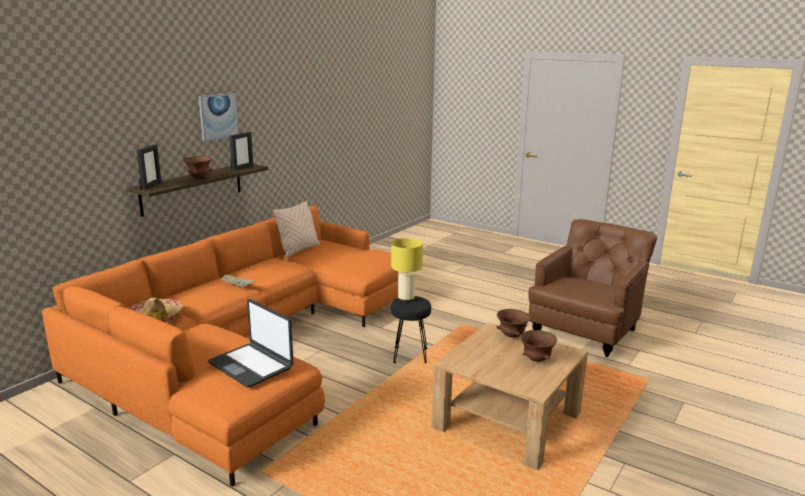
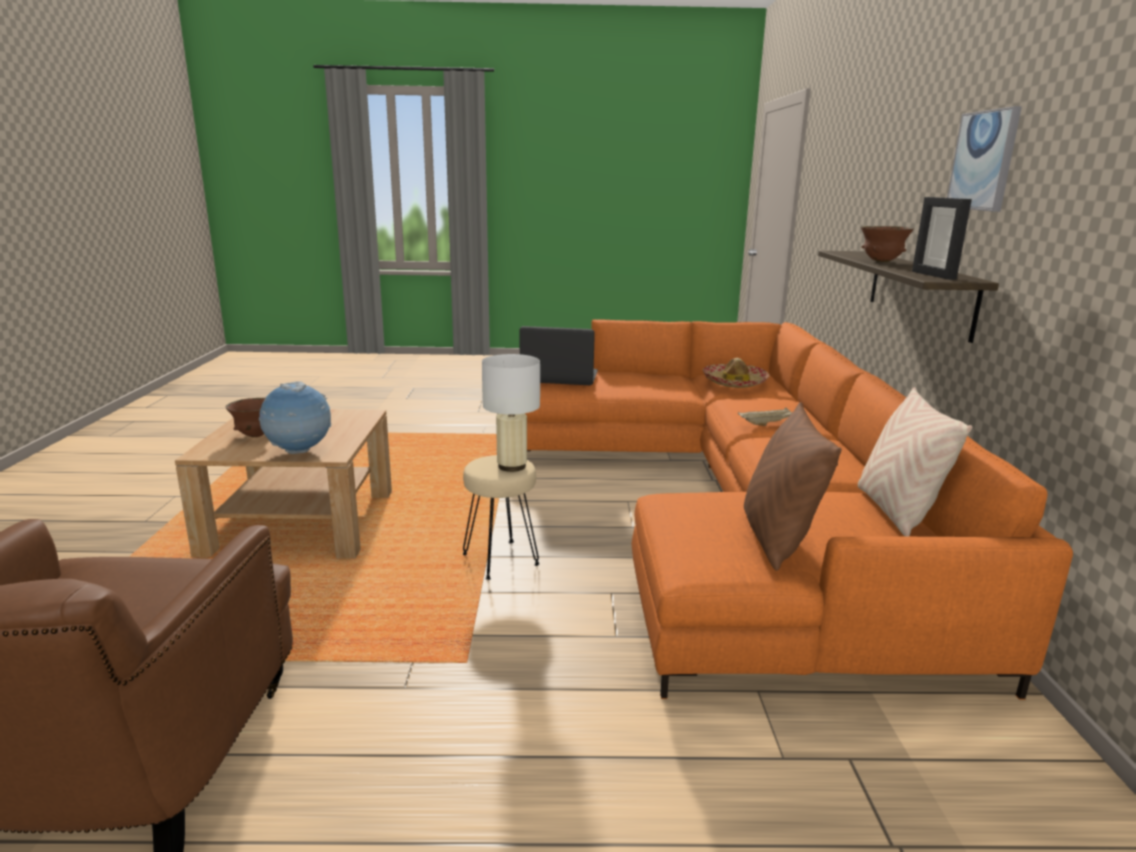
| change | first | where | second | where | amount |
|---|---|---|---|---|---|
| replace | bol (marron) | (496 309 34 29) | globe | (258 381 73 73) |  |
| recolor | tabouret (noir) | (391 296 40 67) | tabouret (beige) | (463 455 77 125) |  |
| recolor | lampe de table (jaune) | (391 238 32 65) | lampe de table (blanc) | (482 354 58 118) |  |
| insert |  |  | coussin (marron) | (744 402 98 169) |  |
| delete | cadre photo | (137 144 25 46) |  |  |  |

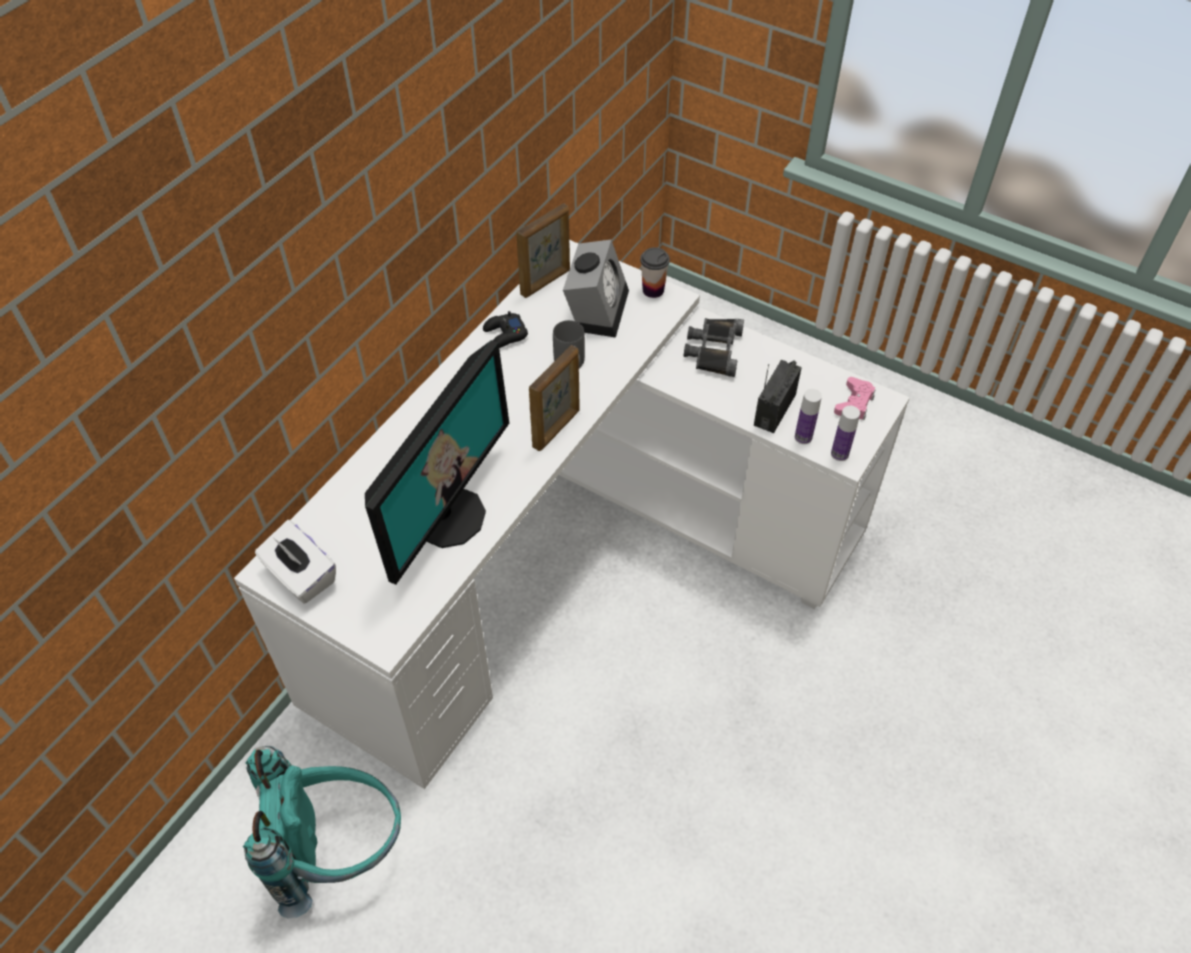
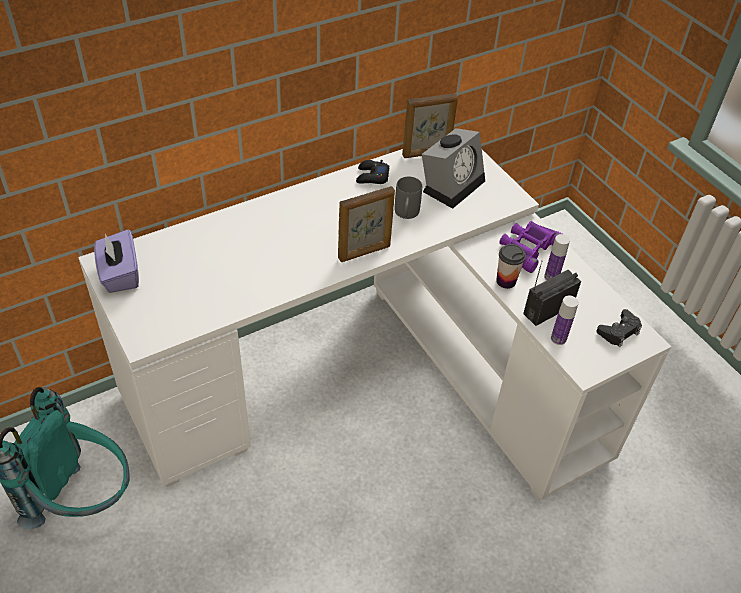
| change | first | where | second | where | amount |
|---|---|---|---|---|---|
| recolor | boîte à mouchoirs (blanc) | (255 520 81 84) | boîte à mouchoirs (violet) | (94 230 45 63) |  |
| move | tasse | (640 247 30 51) |  | (496 244 30 45) |  |
| recolor | jumelles (noir) | (684 318 60 59) | jumelles (violet) | (499 221 63 52) |  |
| move | bouteille | (831 406 29 55) |  | (544 234 26 47) |  |
| recolor | manette (rose) | (834 377 41 43) | manette (noir) | (597 309 45 38) |  |
| delete | écran d'ordinateur | (365 340 144 245) |  |  |  |

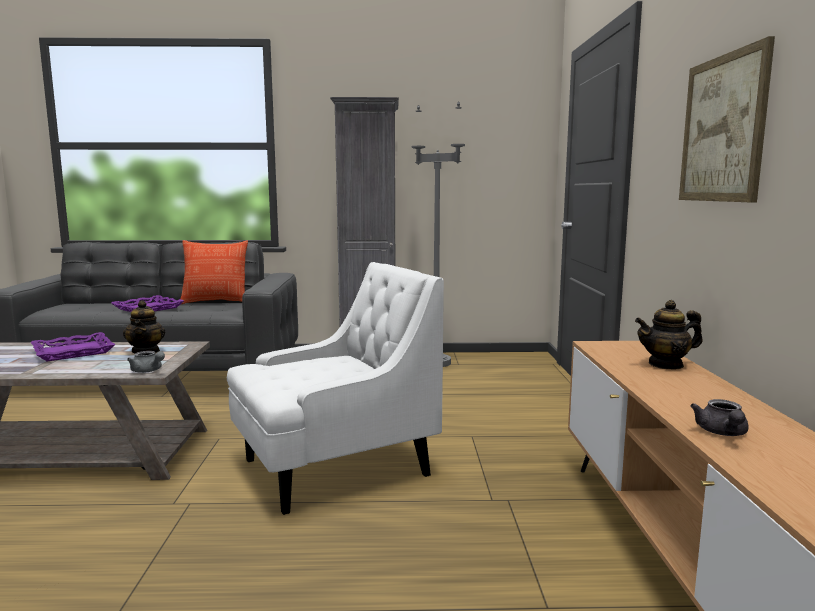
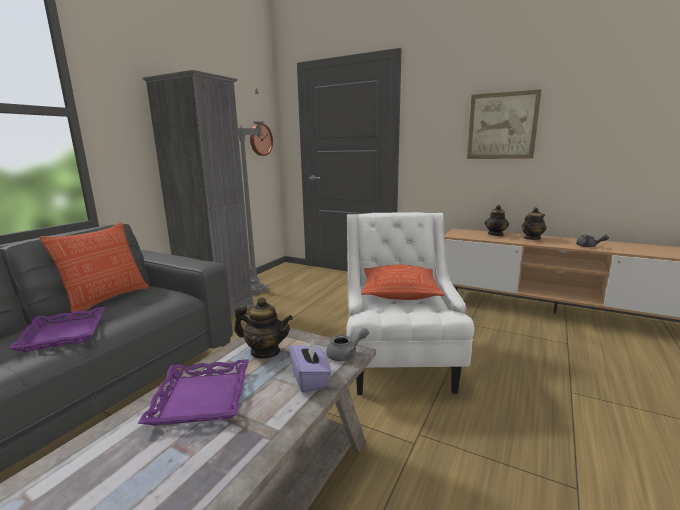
| change | first | where | second | where | amount |
|---|---|---|---|---|---|
| insert |  |  | horloge murale | (250 124 23 32) |  |
| insert |  |  | boîte à mouchoirs (violet) | (289 338 42 55) |  |
| insert |  |  | coussin (orange) | (361 265 84 35) |  |
| insert |  |  | théière | (522 207 24 33) |  |

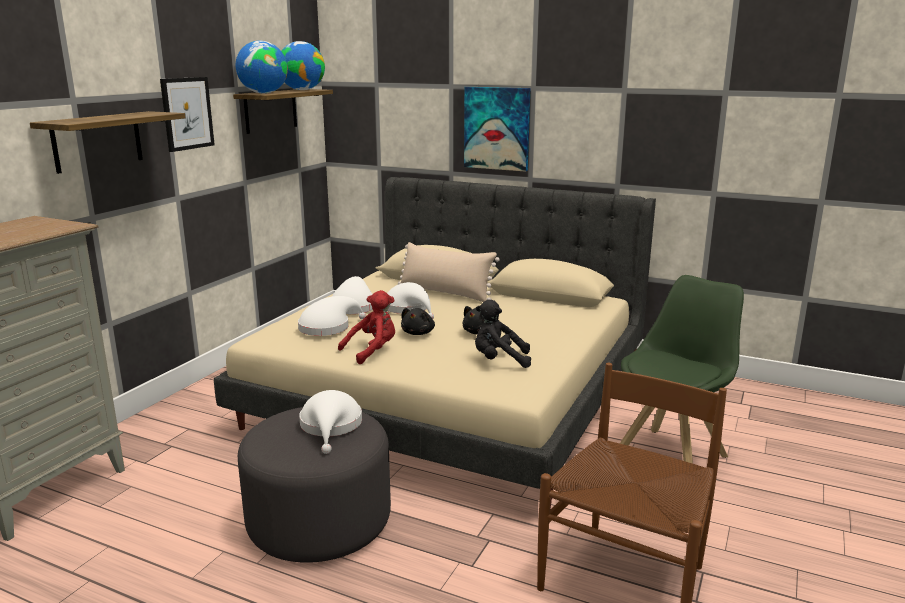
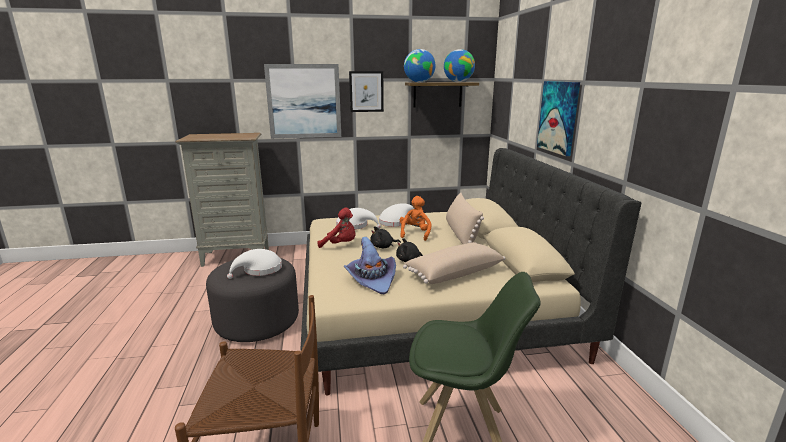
| change | first | where | second | where | amount |
|---|---|---|---|---|---|
| replace | étagère | (30 111 156 63) | tableau | (264 64 77 75) |  |
| replace | peluche (noir) | (475 300 56 68) | chapeau (violet) | (344 237 52 58) |  |
| replace | chapeau (blanc) | (387 282 47 37) | peluche (orange) | (400 196 31 45) |  |
| insert |  |  | coussin (beige) | (403 242 102 42) |  |

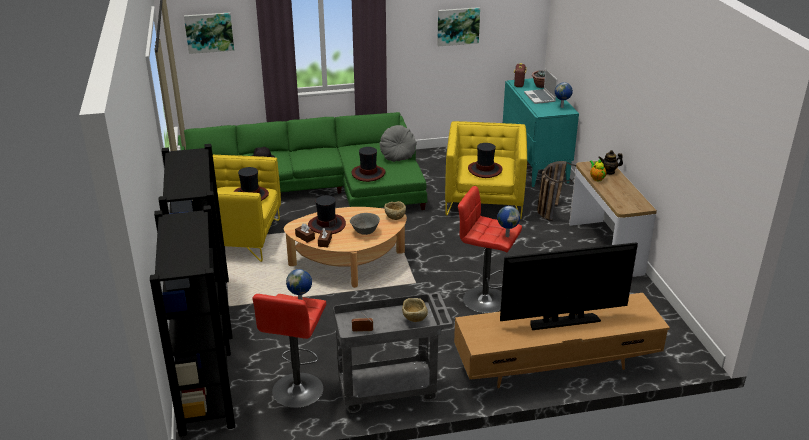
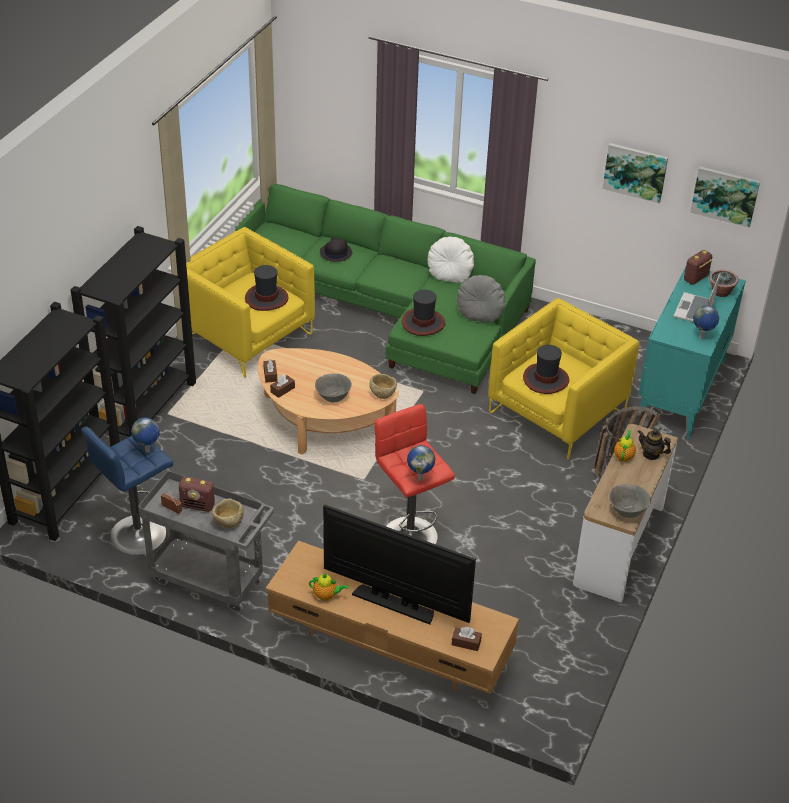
| change | first | where | second | where | amount |
|---|---|---|---|---|---|
| recolor | tabouret (rouge) | (252 294 74 114) | tabouret (bleu) | (81 427 92 128) |  |
| insert |  |  | radio | (179 477 36 35) |  |
| insert |  |  | théière | (309 574 40 27) |  |
| insert |  |  | coussin (blanc) | (428 237 46 46) |  |
| insert |  |  | boîte à mouchoirs (marron) | (452 627 30 24) |  |
| insert |  |  | bol (gris) | (609 484 42 34) |  |
| move | tableau | (184 12 50 42) |  | (690 166 70 62) |  |
| delete | chapeau | (308 195 38 39) |  |  |  |

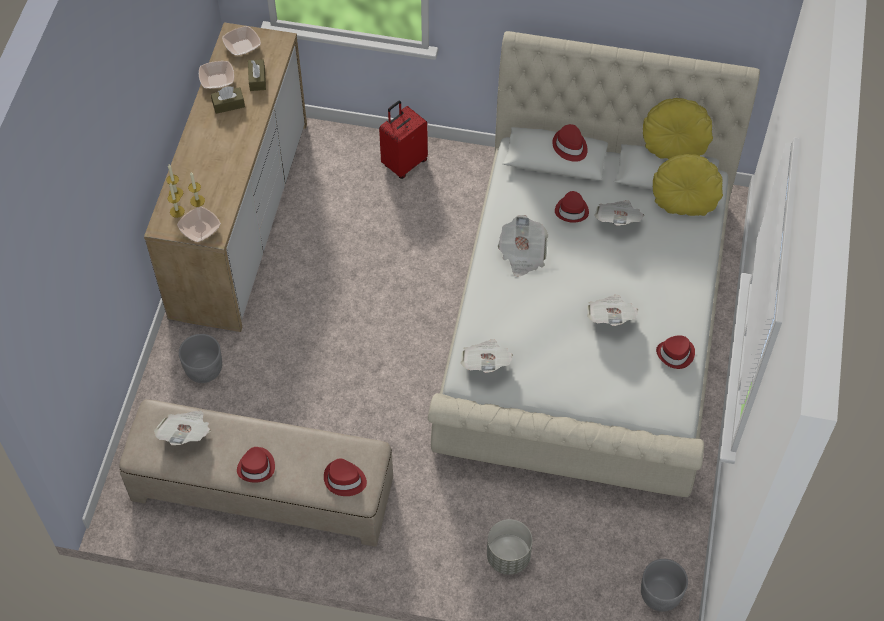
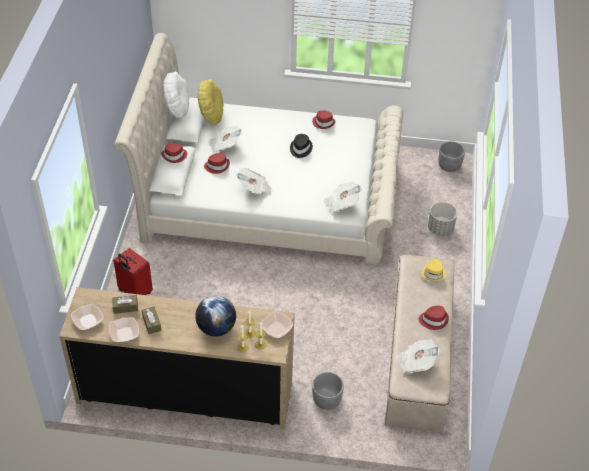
| change | first | where | second | where | amount |
|---|---|---|---|---|---|
| recolor | coussin (jaune) | (643 98 70 61) | coussin (blanc) | (163 72 26 46) |  |
| insert |  |  | globe | (195 296 41 40) |  |
| replace | journal | (587 295 51 31) | chapeau (noir) | (290 134 23 24) |  |
| recolor | chapeau (rouge) | (324 458 43 38) | chapeau (jaune) | (421 259 25 23) |  |

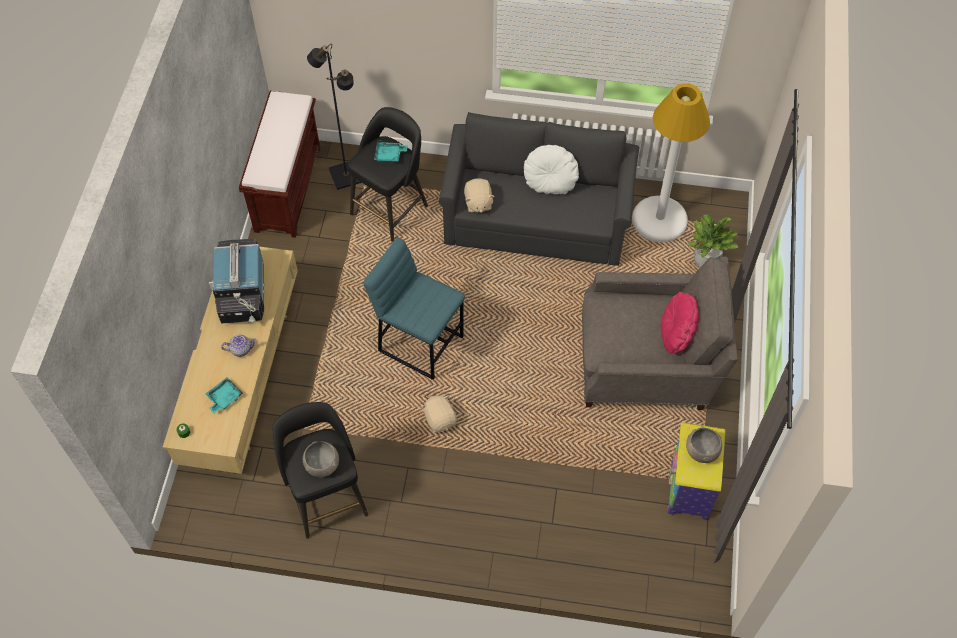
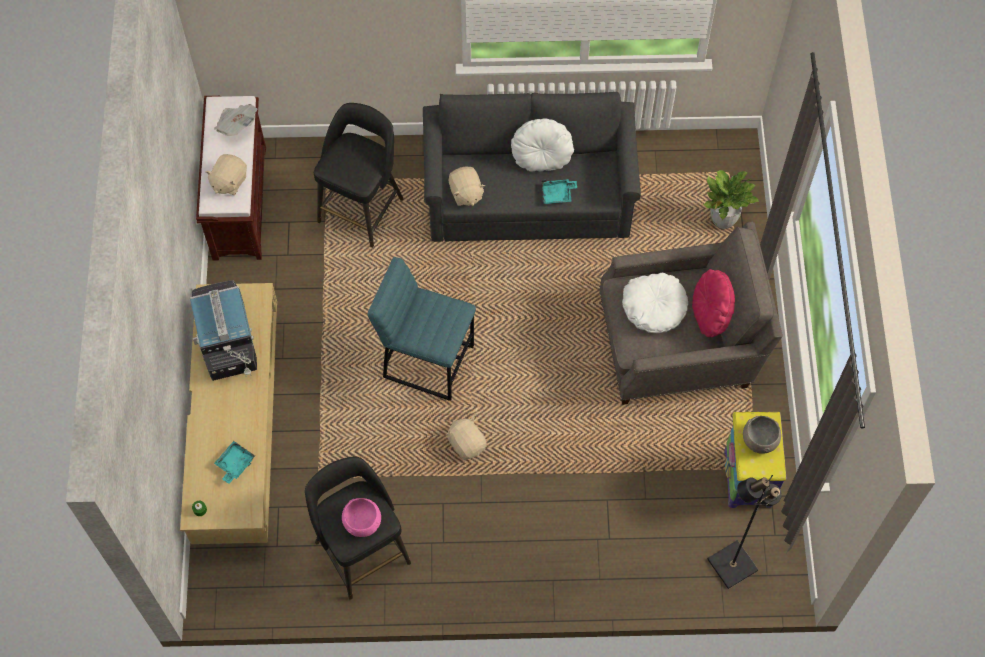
| change | first | where | second | where | amount |
|---|---|---|---|---|---|
| insert |  |  | peluche (beige) | (205 154 42 41) |  |
| insert |  |  | journal | (214 104 43 32) |  |
| recolor | bol (gris) | (303 441 36 36) | bol (rose) | (342 498 39 39) |  |
| move | plateau (turquoise) | (374 140 34 22) |  | (541 179 36 25) |  |
| insert |  |  | coussin (blanc) | (622 273 66 60) |  |
| move | lampadaire (noir) | (307 44 55 146) |  | (707 475 75 114) |  |
| delete | théière | (221 335 36 22) |  |  |  |
| delete | lampadaire (blanc) | (632 83 78 159) |  |  |  |

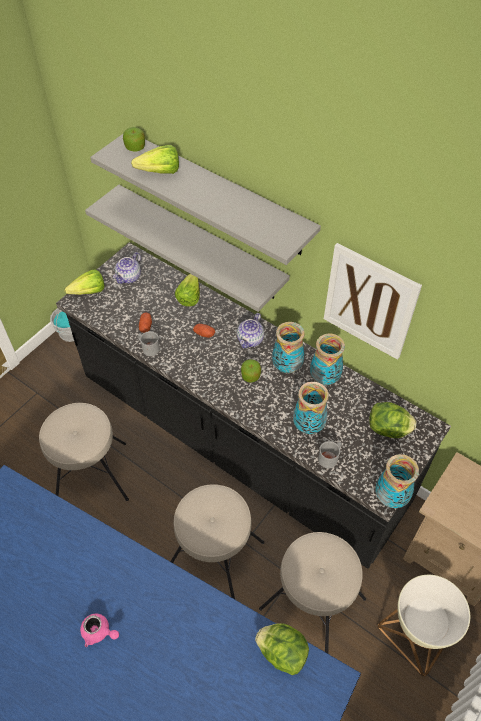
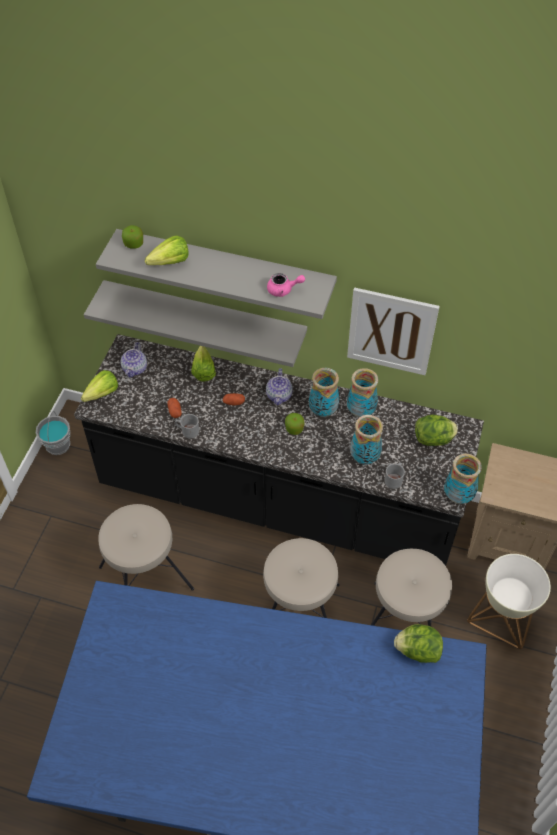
| change | first | where | second | where | amount |
|---|---|---|---|---|---|
| move | théière (rose) | (80 614 39 33) |  | (267 273 38 24) |  |

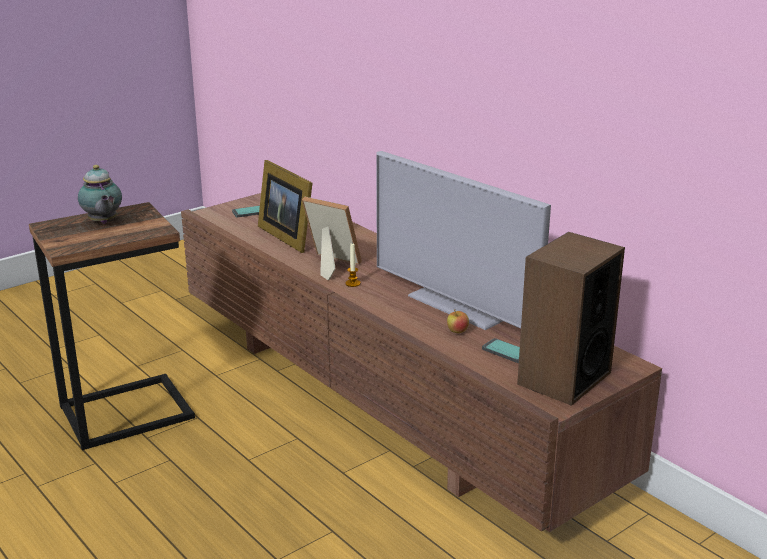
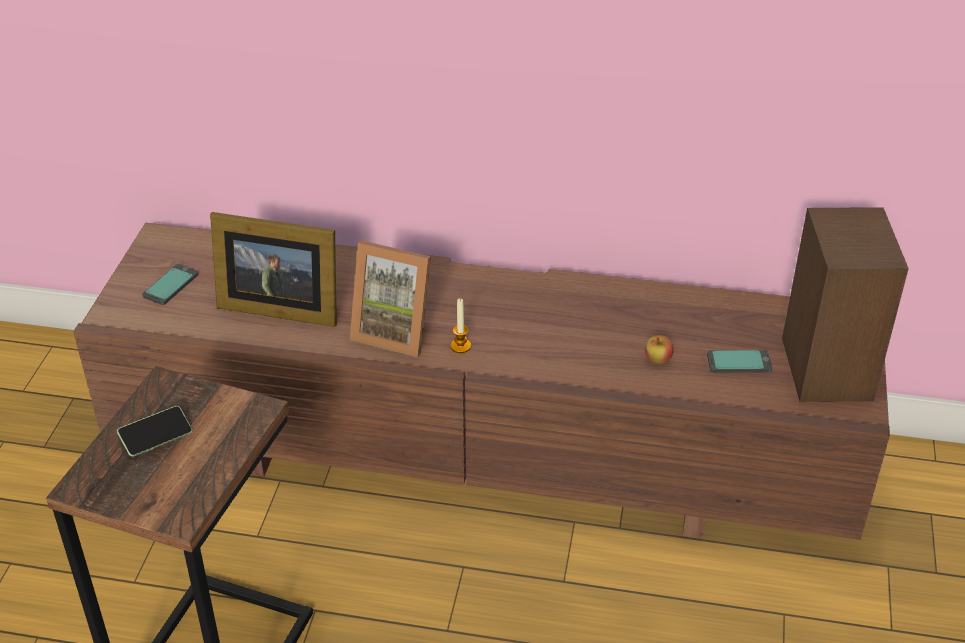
| change | first | where | second | where | amount |
|---|---|---|---|---|---|
| replace | théière | (78 165 44 59) | téléphone | (117 406 75 51) |  |
| rotate | cadre photo | (302 197 60 83) |  | (350 240 81 117) | 150 degrees counterclockwise |
| delete | téléviseur | (376 151 175 179) |  |  |  |

